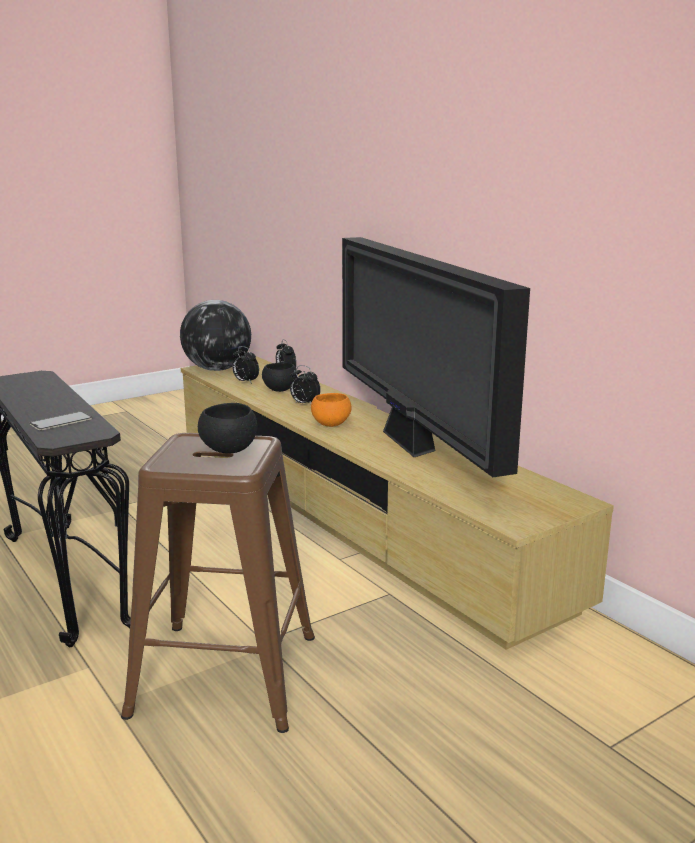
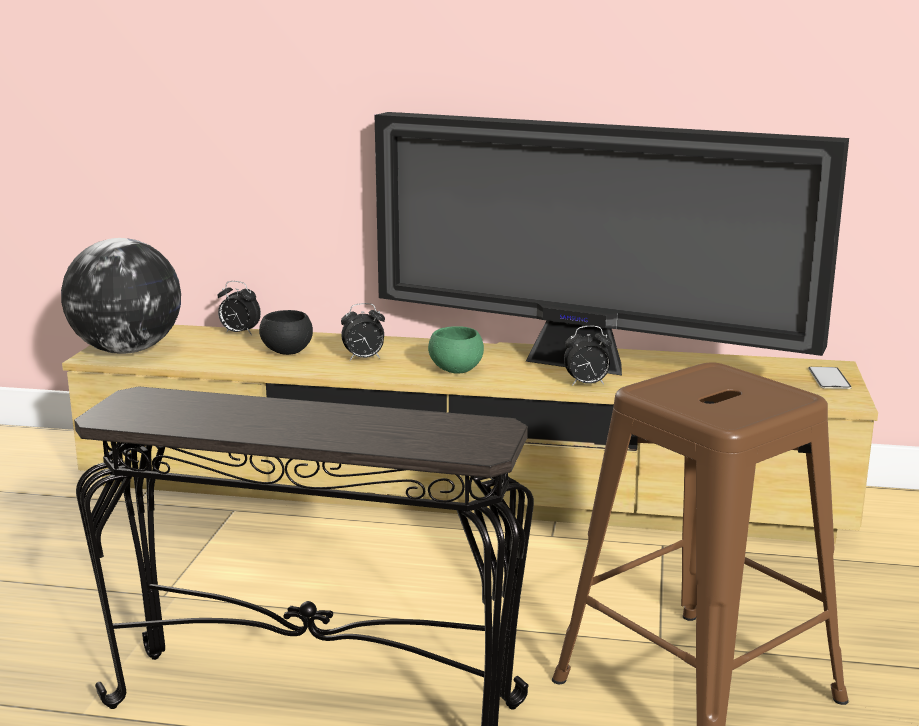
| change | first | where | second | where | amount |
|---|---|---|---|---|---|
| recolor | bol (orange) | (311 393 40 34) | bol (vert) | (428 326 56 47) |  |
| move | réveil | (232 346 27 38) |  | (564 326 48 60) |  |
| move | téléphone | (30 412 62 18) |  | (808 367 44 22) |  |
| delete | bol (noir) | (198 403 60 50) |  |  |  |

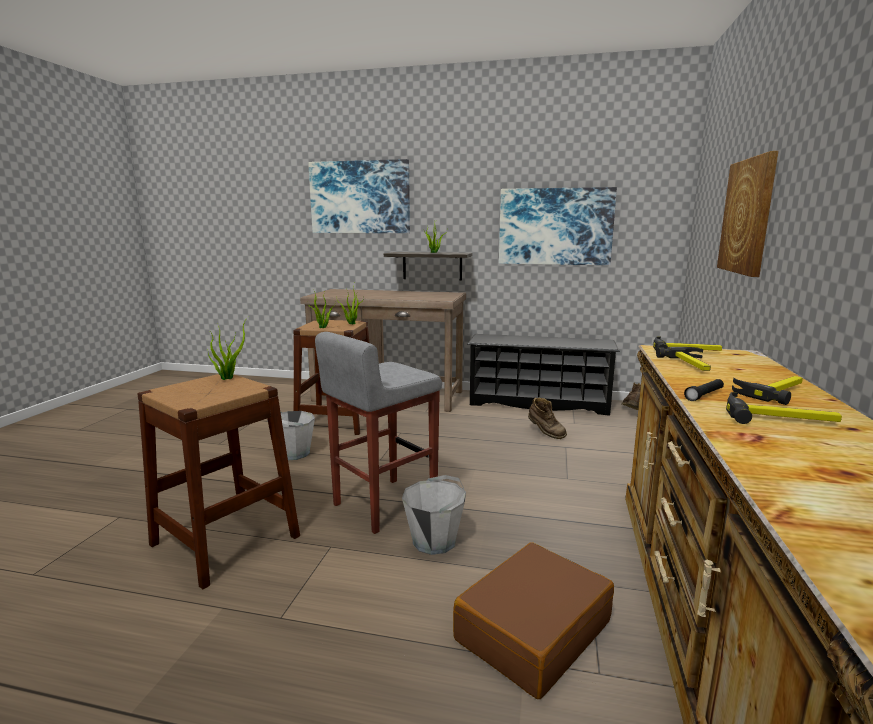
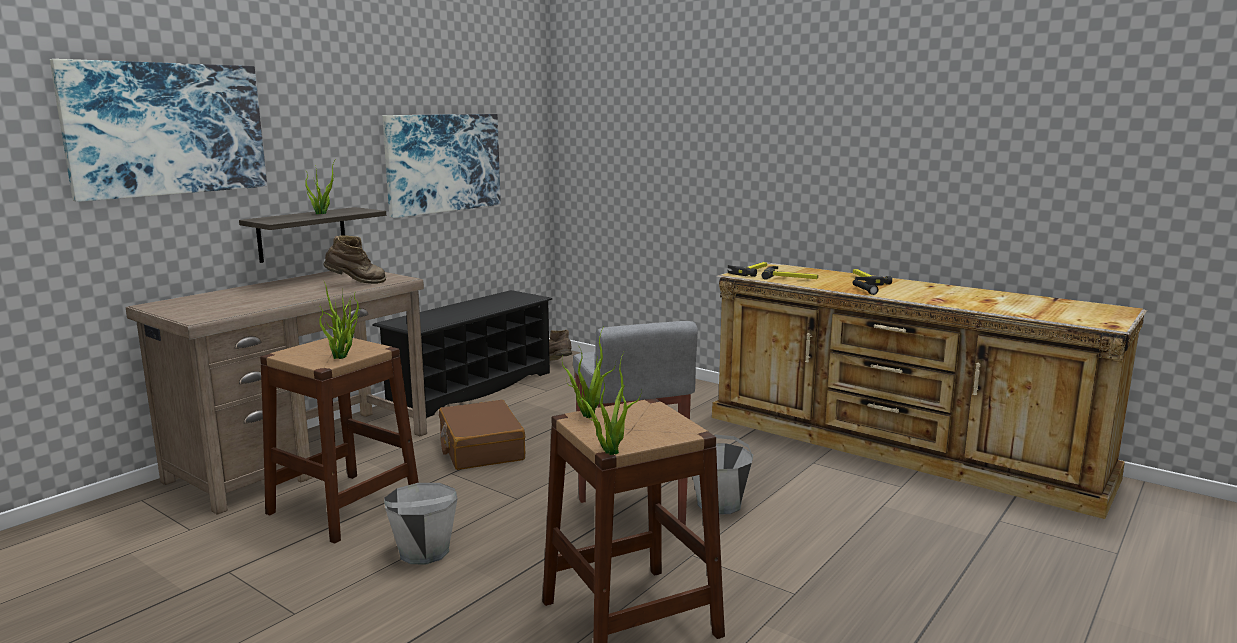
| change | first | where | second | where | amount |
|---|---|---|---|---|---|
| move | botte (marron) | (528 398 39 41) |  | (323 235 63 49) |  |
| move | valise (marron) | (453 542 161 157) |  | (439 400 86 70) |  |
| insert |  |  | plante en pot | (579 352 63 103) |  |
| delete | tableau | (717 151 62 126) |  |  |  |
| delete | marteau | (726 392 116 32) |  |  |  |

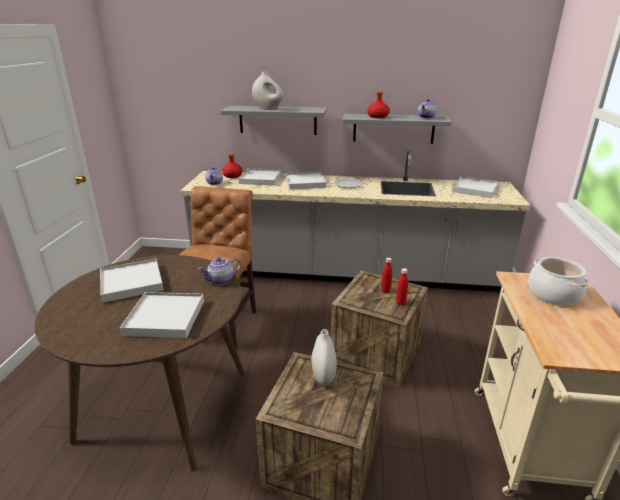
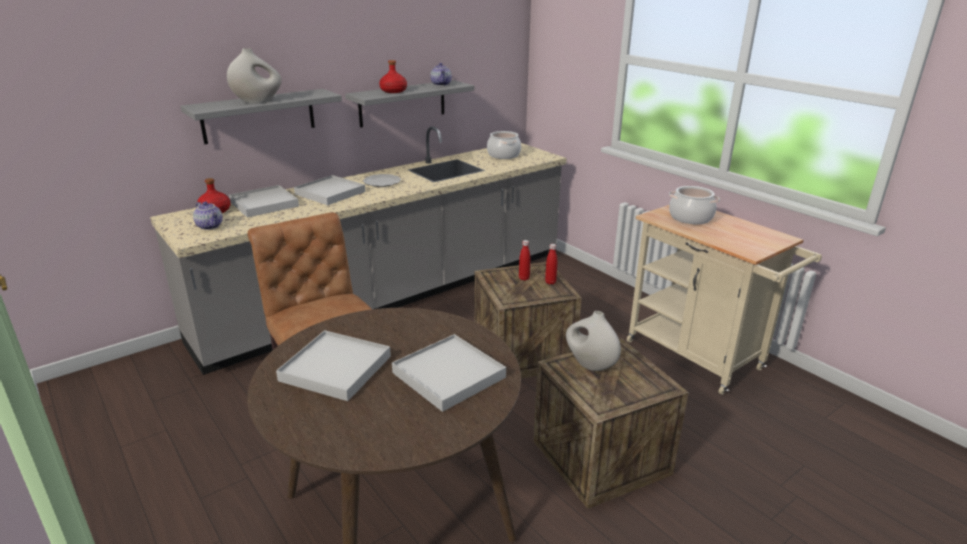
| change | first | where | second | where | amount |
|---|---|---|---|---|---|
| replace | plateau (blanc) | (452 176 47 22) | marmite | (487 131 34 28) |  |
| delete | théière | (198 257 43 28) |  |  |  |

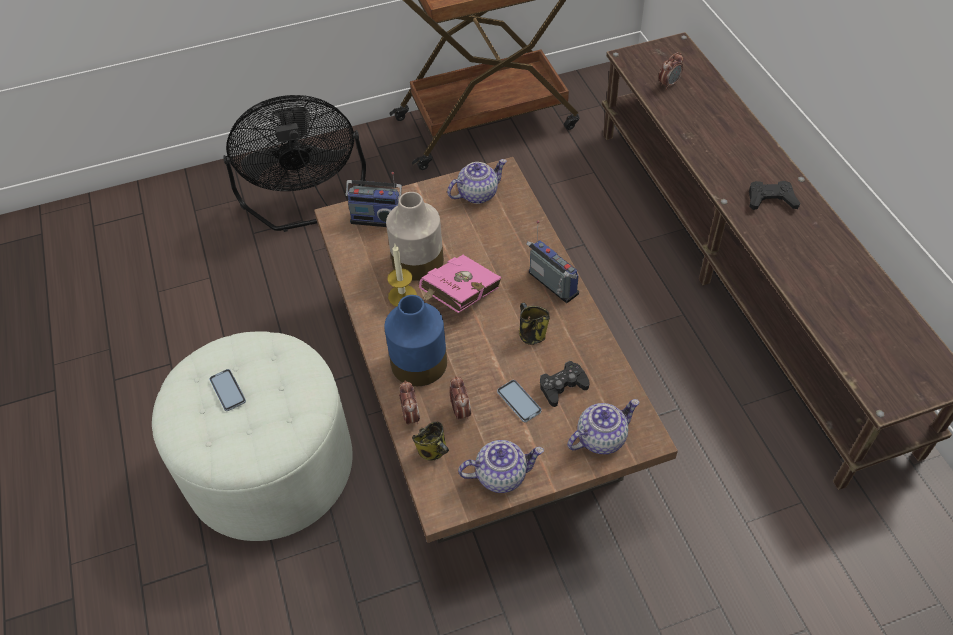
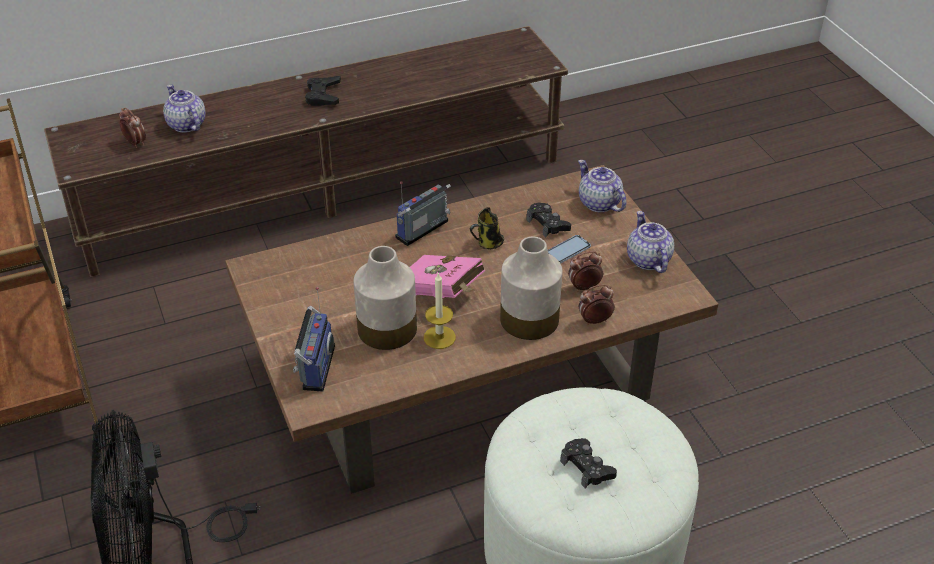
| change | first | where | second | where | amount |
|---|---|---|---|---|---|
| move | théière | (447 159 60 45) |  | (163 84 42 49) |  |
| recolor | vase (bleu) | (384 295 63 91) | vase (beige) | (500 237 62 103) |  |
| replace | téléphone | (209 369 37 42) | manette (noir) | (560 438 57 50) |  |
| delete | mug | (412 421 37 40) |  |  |  |

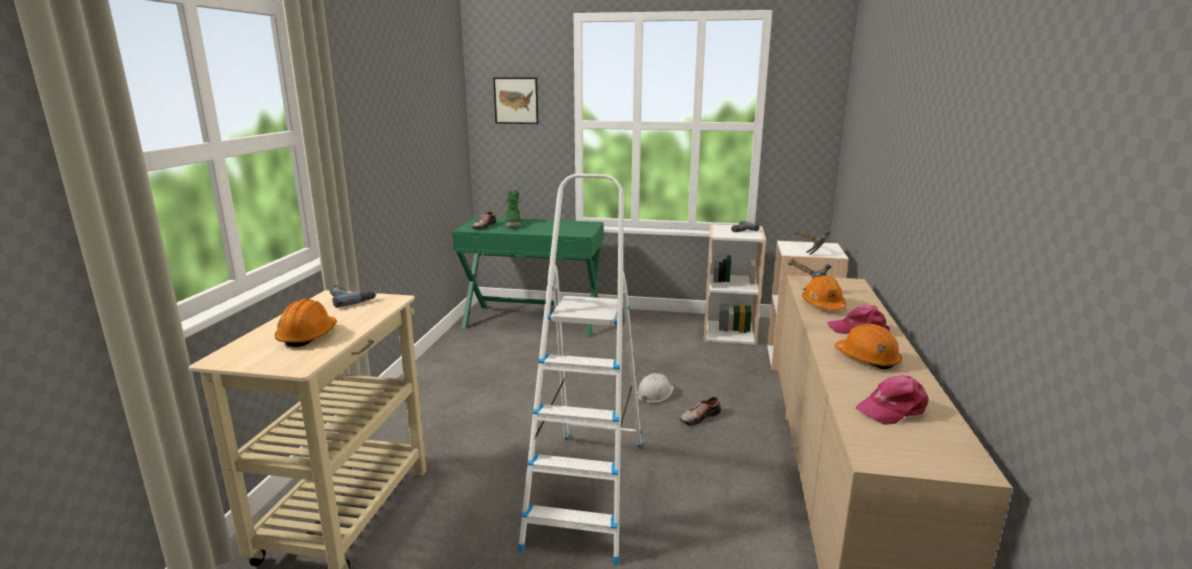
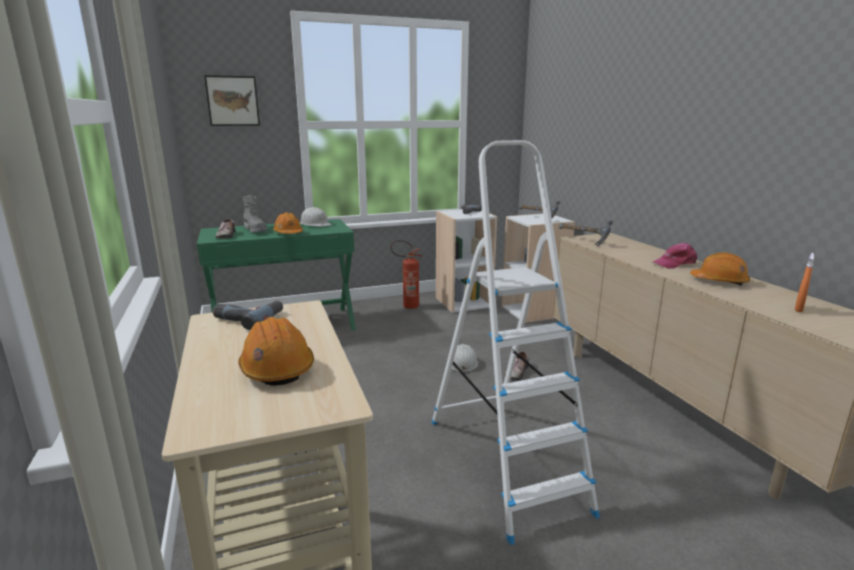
| change | first | where | second | where | amount |
|---|---|---|---|---|---|
| recolor | botte (vert) | (505 190 16 37) | botte (gris) | (243 195 24 38) |  |
| move | casque de chantier (orange) | (802 275 45 35) |  | (273 213 30 21) |  |
| insert |  |  | casque de chantier (blanc) | (300 207 32 20) |  |
| insert |  |  | extincteur | (390 240 32 69) |  |
| replace | casquette (rose) | (856 375 73 50) | vaporisateur (orange) | (795 253 19 59) |  |

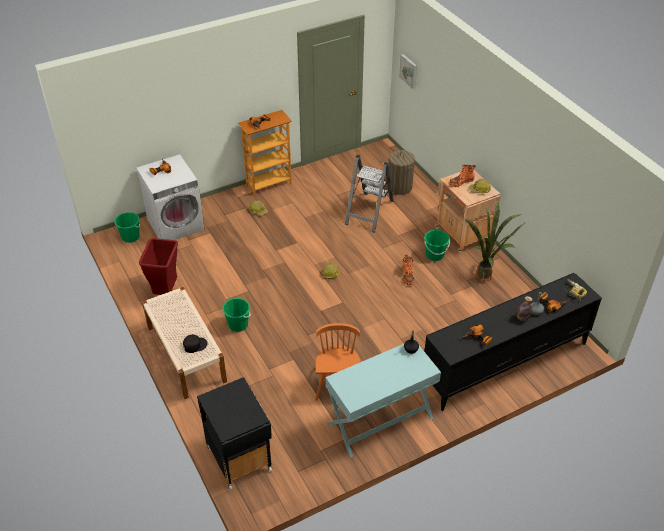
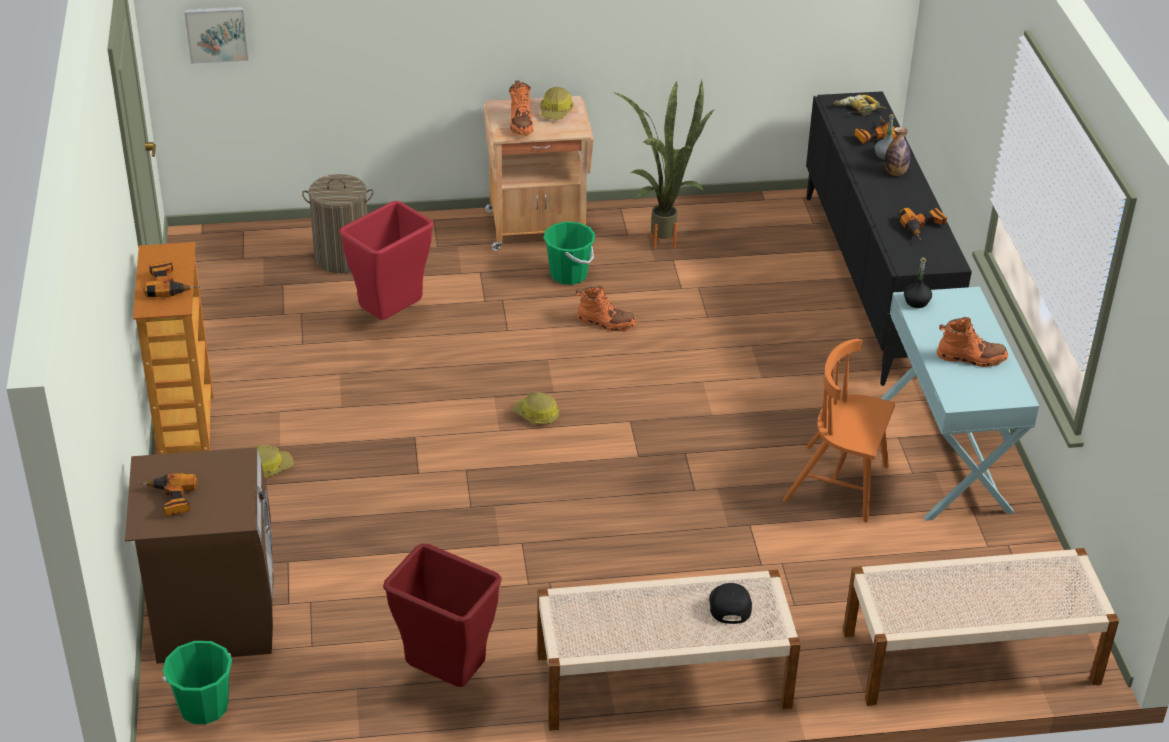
| change | first | where | second | where | amount |
|---|---|---|---|---|---|
| recolor | lave-linge (blanc) | (136 154 68 86) | lave-linge (marron) | (125 447 149 216) |  |
| replace | escabeau (gris) | (345 155 49 78) | poubelle (rouge) | (339 201 95 119) |  |
| replace | chariot (noir) | (197 377 76 113) | banc (beige) | (843 548 276 158) |  |
| insert |  |  | botte (orange) | (937 317 71 50) |  |
| delete | seau (vert) | (223 298 28 34) |  |  |  |

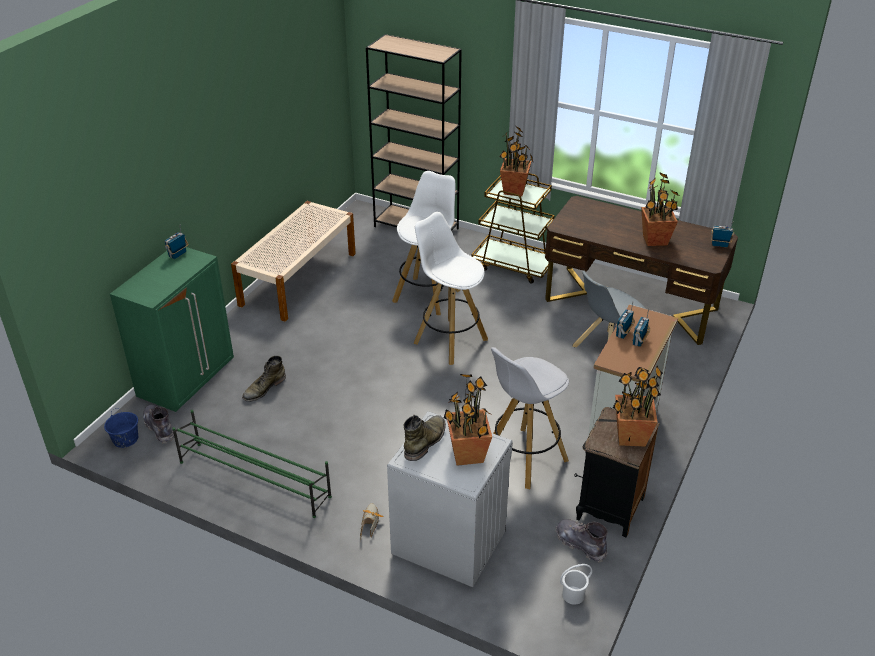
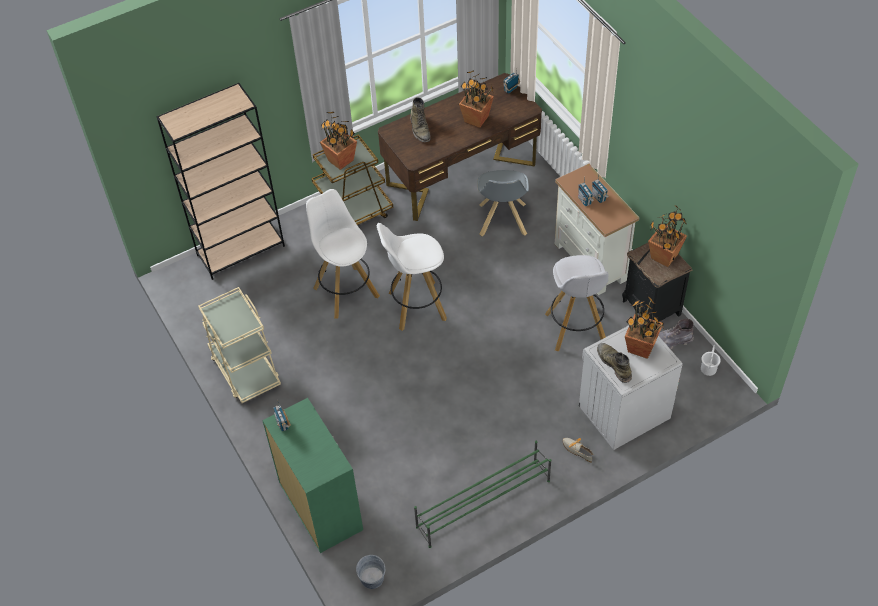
| change | first | where | second | where | amount |
|---|---|---|---|---|---|
| replace | banc (beige) | (231 201 125 121) | chariot (beige) | (198 287 83 116) |  |
| recolor | seau (bleu) | (104 408 34 40) | seau (gris) | (356 555 29 34) |  |
| move | botte (vert) | (242 356 44 46) |  | (410 97 20 45) |  |
| delete | botte (gris) | (143 405 31 38) |  |  |  |

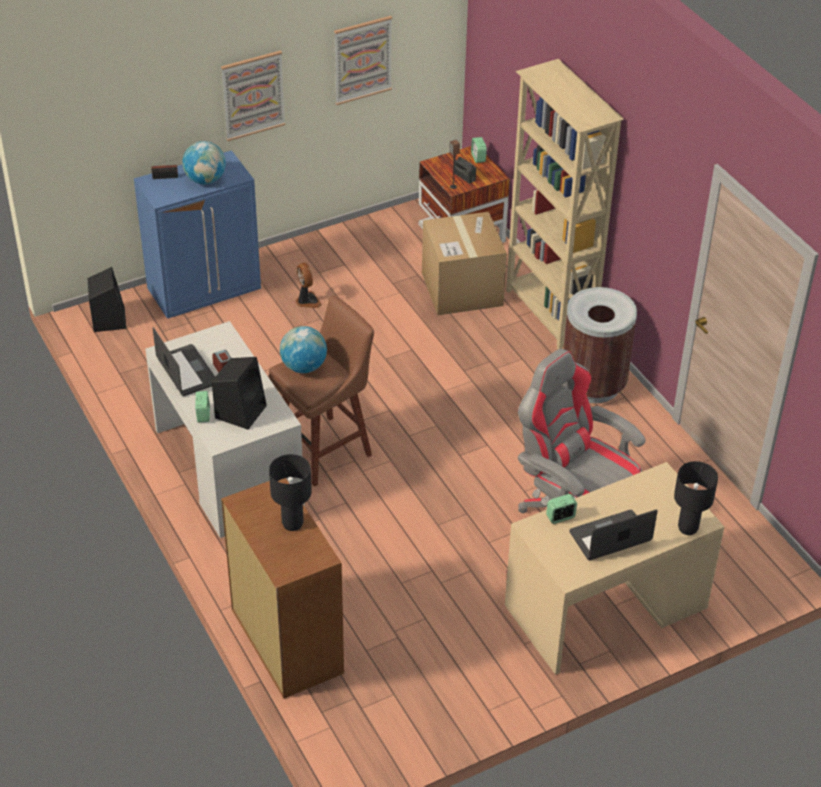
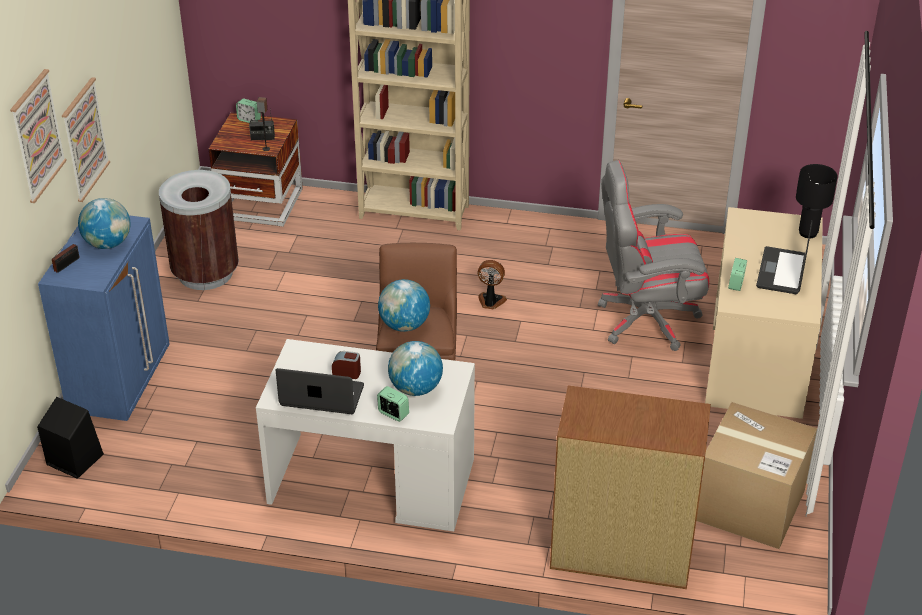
| change | first | where | second | where | amount |
|---|---|---|---|---|---|
| move | tableau | (334 16 58 89) |  | (10 69 57 134) |  |
| move | poubelle (marron) | (563 287 74 116) |  | (159 170 80 120) |  |
| replace | enceinte (noir) | (212 357 55 73) | globe | (388 341 55 55) |  |
| move | ventilateur | (295 263 27 45) |  | (478 260 29 50) |  |
| move | carton | (422 212 85 103) |  | (696 402 121 147) |  |
| delete | lampe de table (noir) | (269 454 43 77) |  |  |  |

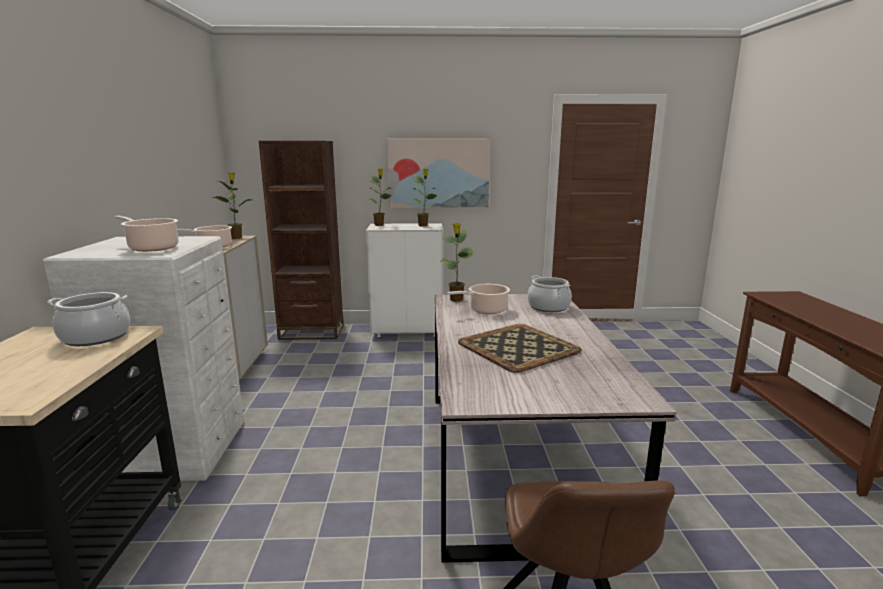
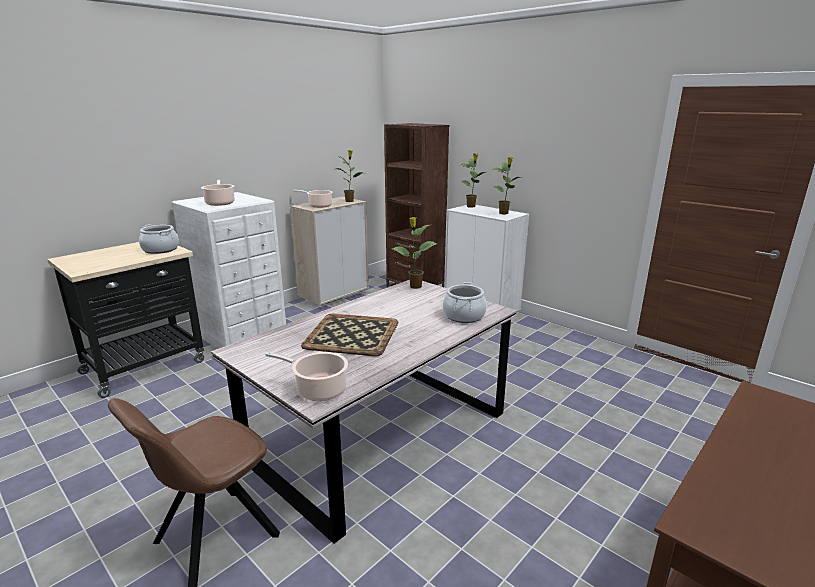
| change | first | where | second | where | amount |
|---|---|---|---|---|---|
| move | marmite | (447 284 63 30) |  | (265 352 83 49) |  |
| delete | tableau | (387 139 103 69) |  |  |  |

